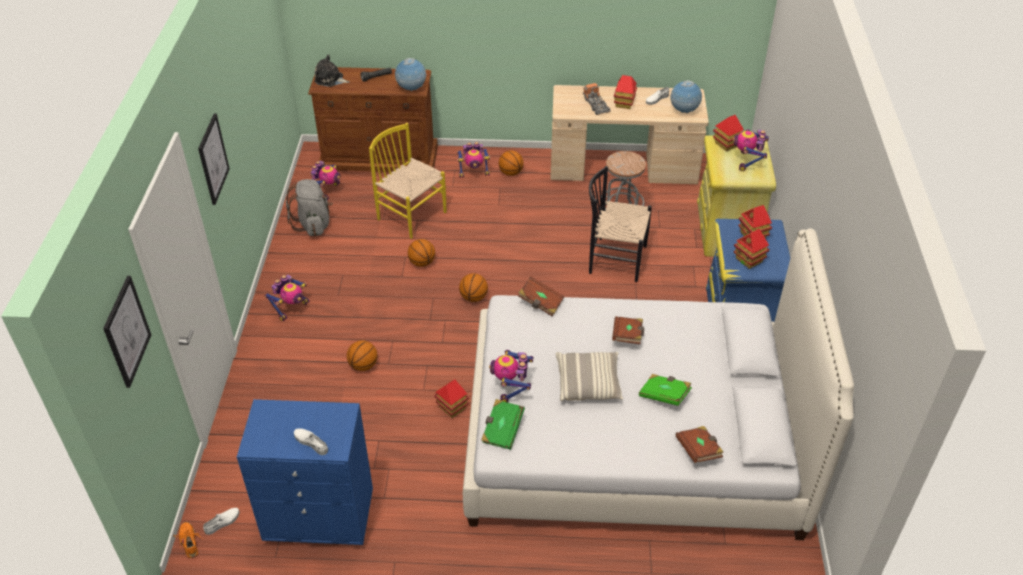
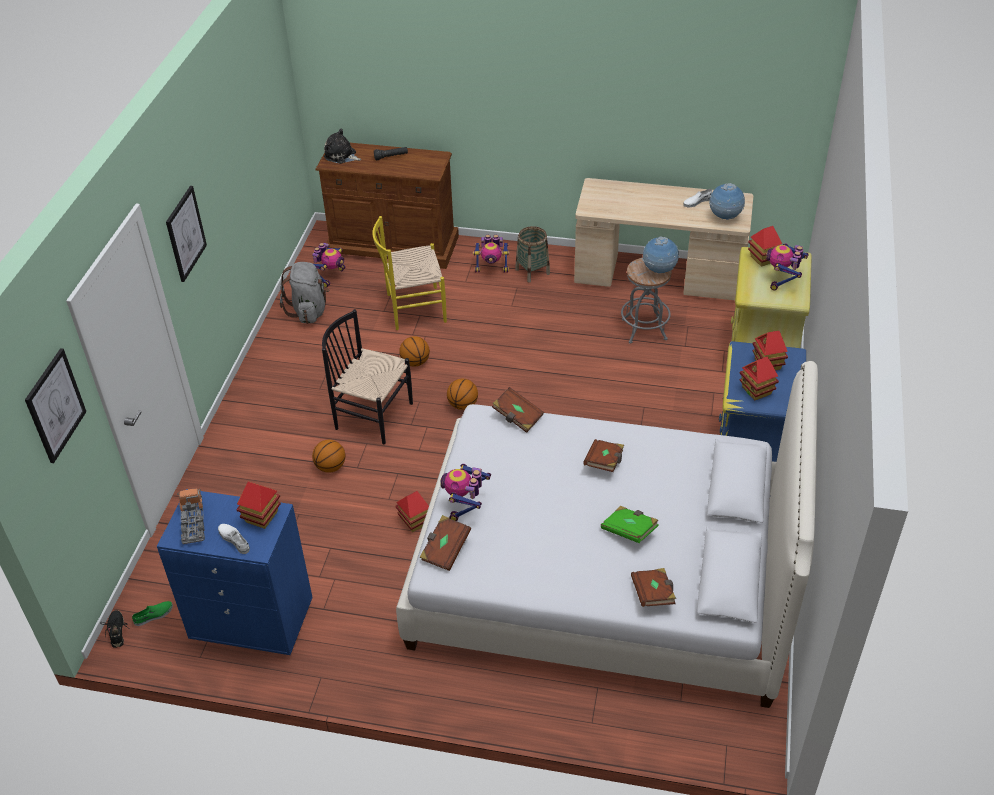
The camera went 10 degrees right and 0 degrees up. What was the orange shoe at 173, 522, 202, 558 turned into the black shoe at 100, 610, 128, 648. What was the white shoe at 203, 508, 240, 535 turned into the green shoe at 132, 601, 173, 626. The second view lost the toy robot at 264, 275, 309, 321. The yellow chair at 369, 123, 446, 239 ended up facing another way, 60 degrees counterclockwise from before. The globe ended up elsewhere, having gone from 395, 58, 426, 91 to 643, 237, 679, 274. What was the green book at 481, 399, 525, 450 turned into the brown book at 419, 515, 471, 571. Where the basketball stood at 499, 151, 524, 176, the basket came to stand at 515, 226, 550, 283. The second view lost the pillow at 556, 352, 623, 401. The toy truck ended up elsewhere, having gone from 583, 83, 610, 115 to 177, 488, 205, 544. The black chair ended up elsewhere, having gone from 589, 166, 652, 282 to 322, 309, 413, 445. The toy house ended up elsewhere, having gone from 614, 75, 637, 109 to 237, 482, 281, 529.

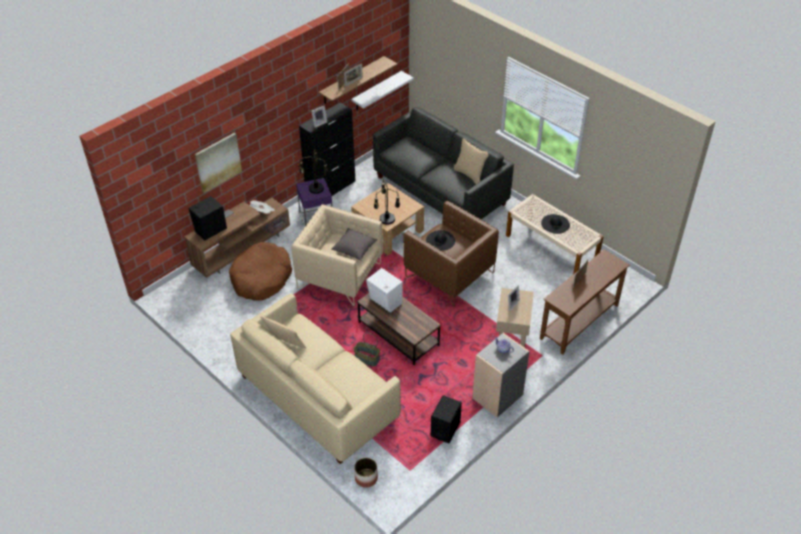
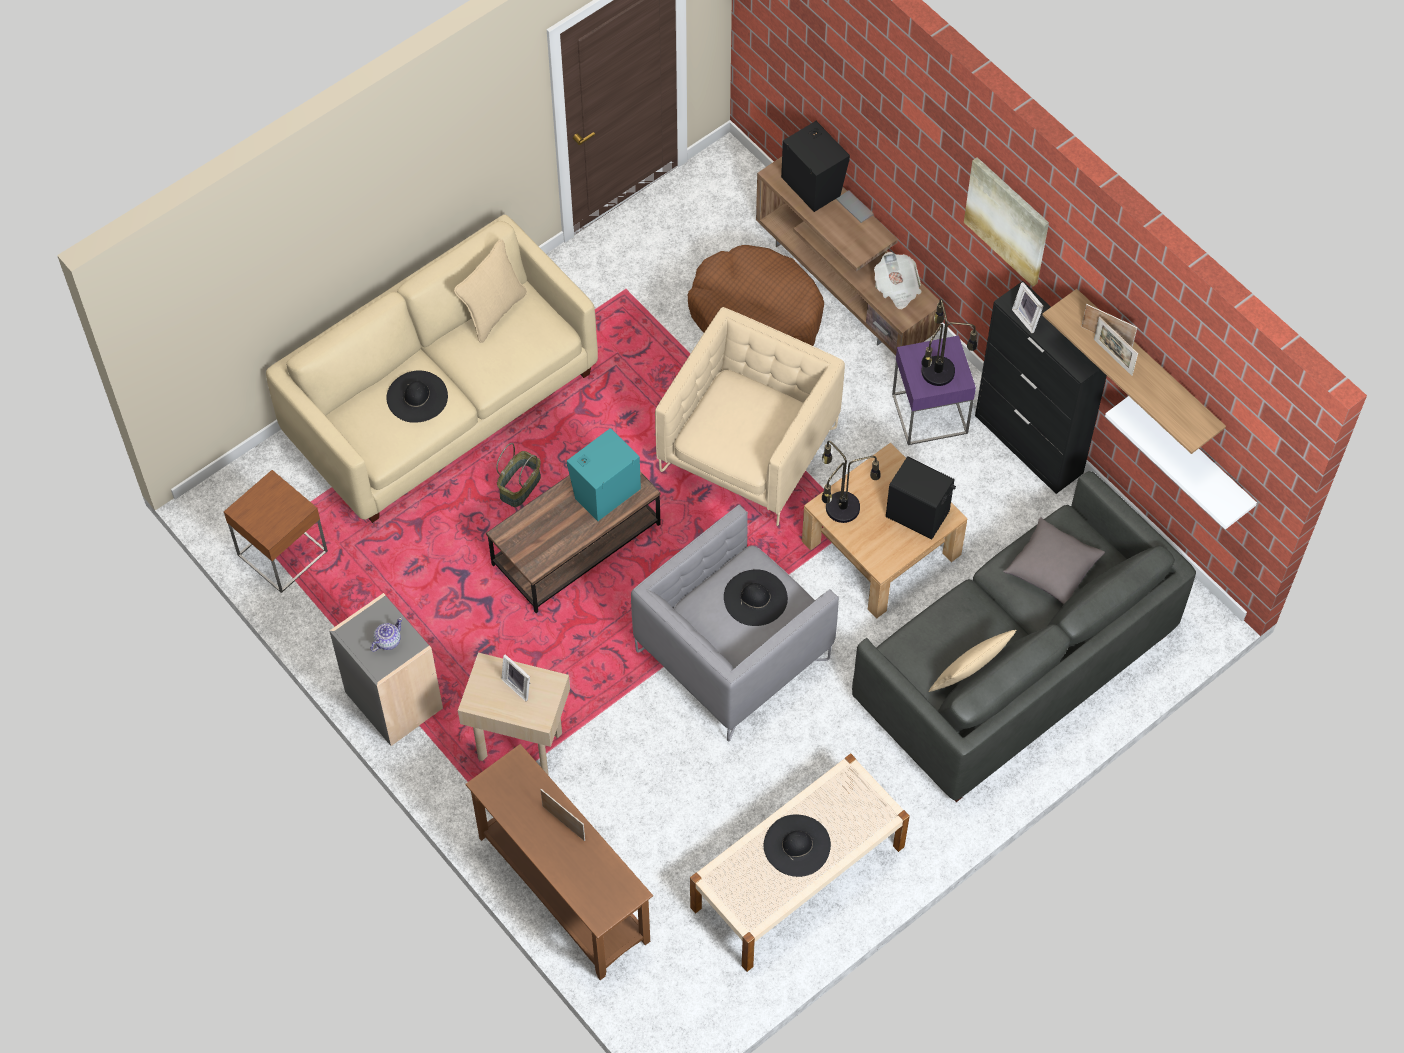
The camera went 95 degrees right and 15 degrees up. The picture ended up elsewhere, having gone from 195, 133, 242, 193 to 964, 157, 1049, 286. The grey pillow ended up elsewhere, having gone from 331, 228, 377, 261 to 1003, 517, 1105, 604. The second view lost the planter at 354, 457, 378, 488. What was the white speaker at 366, 268, 403, 313 turned into the turquoise speaker at 567, 428, 641, 521. What was the brown armchair at 403, 200, 499, 307 turned into the grey armchair at 631, 504, 839, 741. The black speaker ended up elsewhere, having gone from 431, 395, 462, 443 to 886, 457, 956, 540. The second view gained the brown side table at 224, 470, 328, 593. The second view gained the black hat at 386, 370, 448, 423.

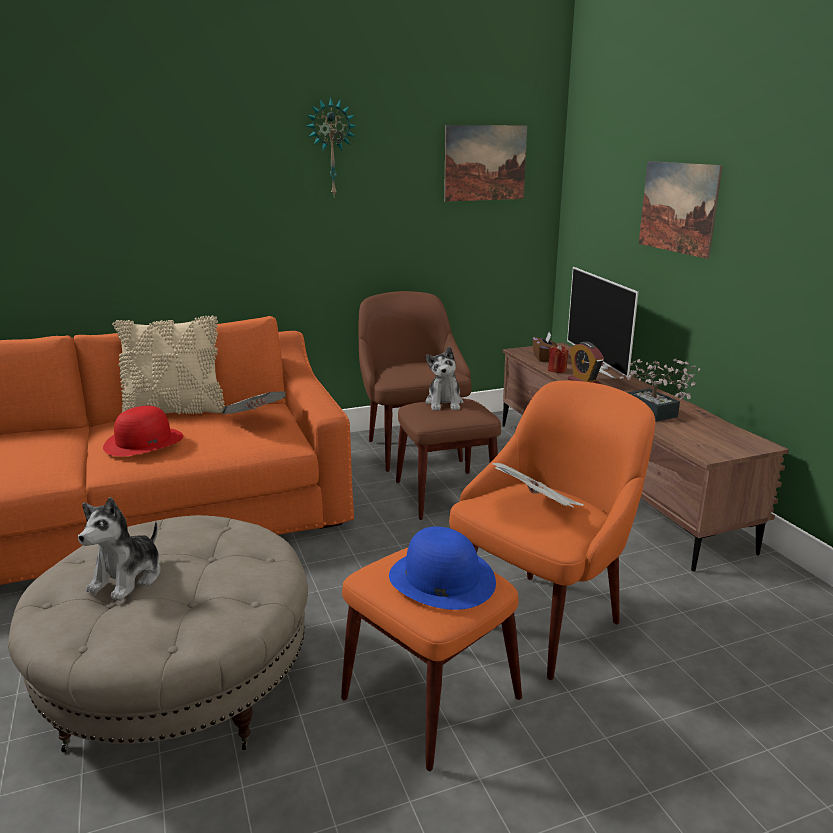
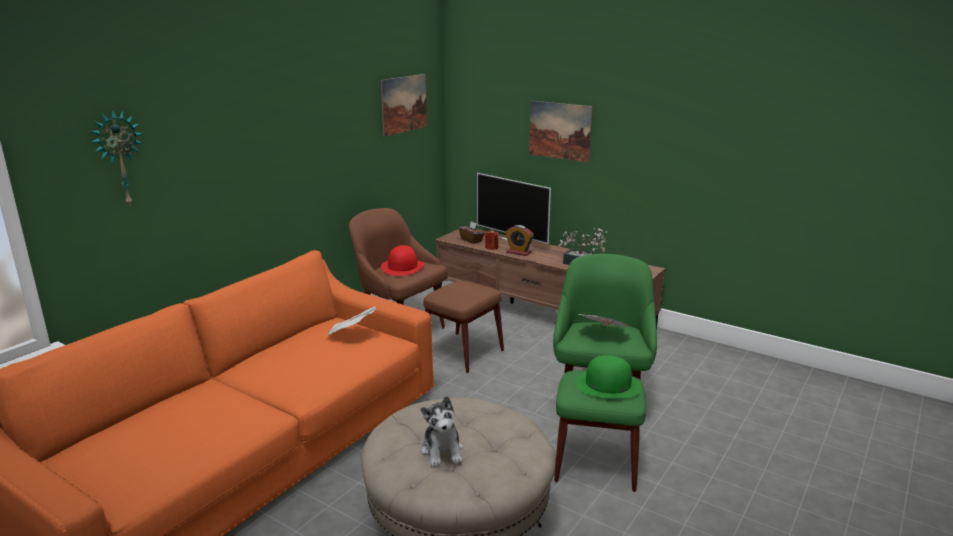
The camera went 35 degrees left and 0 degrees up. The red hat ended up elsewhere, having gone from 103, 406, 183, 456 to 381, 245, 424, 276. The second view lost the beige pillow at 112, 315, 225, 414. The wall clock ended up elsewhere, having gone from 306, 97, 356, 198 to 91, 110, 143, 206. What was the orange armchair at 341, 380, 655, 771 turned into the green armchair at 553, 254, 657, 492. What was the blue hat at 389, 526, 496, 610 turned into the green hat at 576, 355, 641, 398. The second view lost the plush toy at 425, 346, 463, 410.

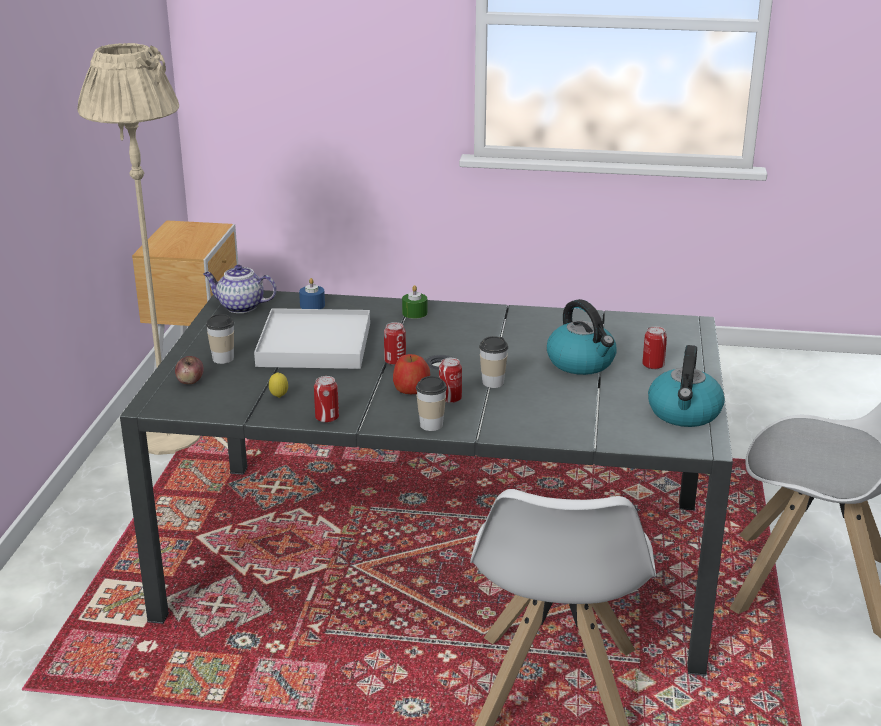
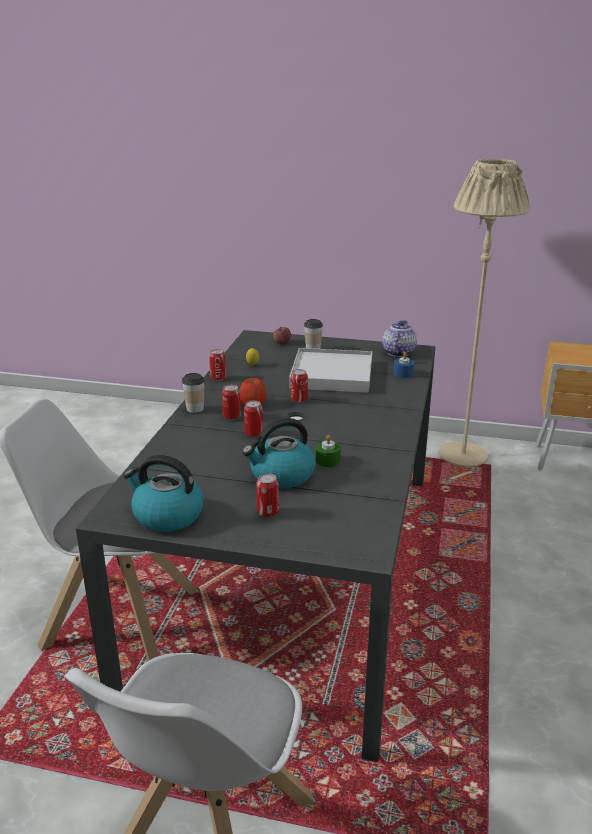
The camera went 95 degrees right and 0 degrees up. The green candle ended up elsewhere, having gone from 402, 285, 427, 319 to 316, 435, 341, 468. Where the cup stood at 479, 336, 508, 388, the can came to stand at 244, 400, 263, 437.

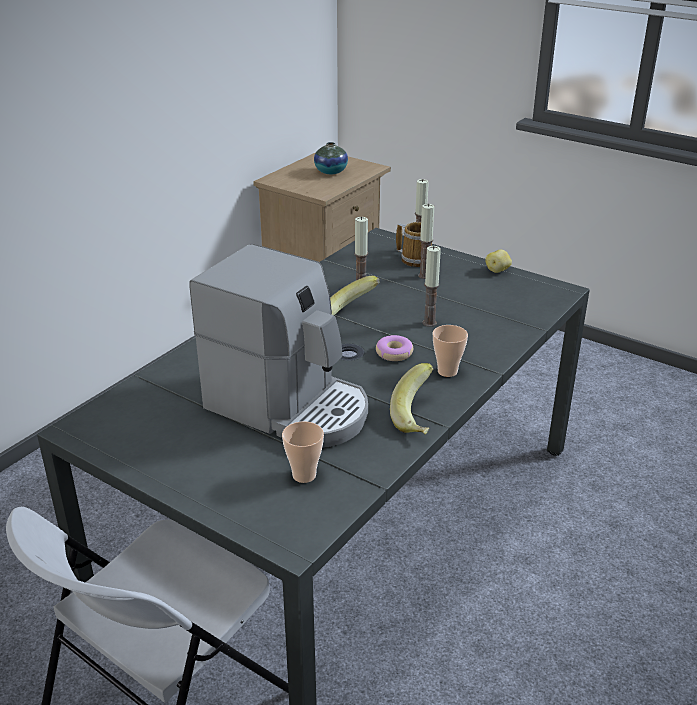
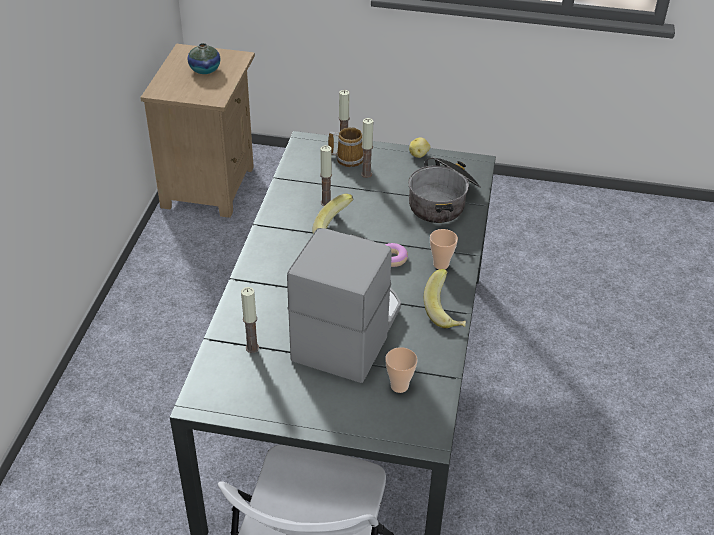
The camera went 25 degrees left and 10 degrees up. The coffee machine at 189, 244, 368, 448 ended up facing another way, 75 degrees counterclockwise from before. The candle ended up elsewhere, having gone from 423, 246, 441, 327 to 241, 287, 259, 353. The second view gained the cooking pot at 408, 157, 481, 223.

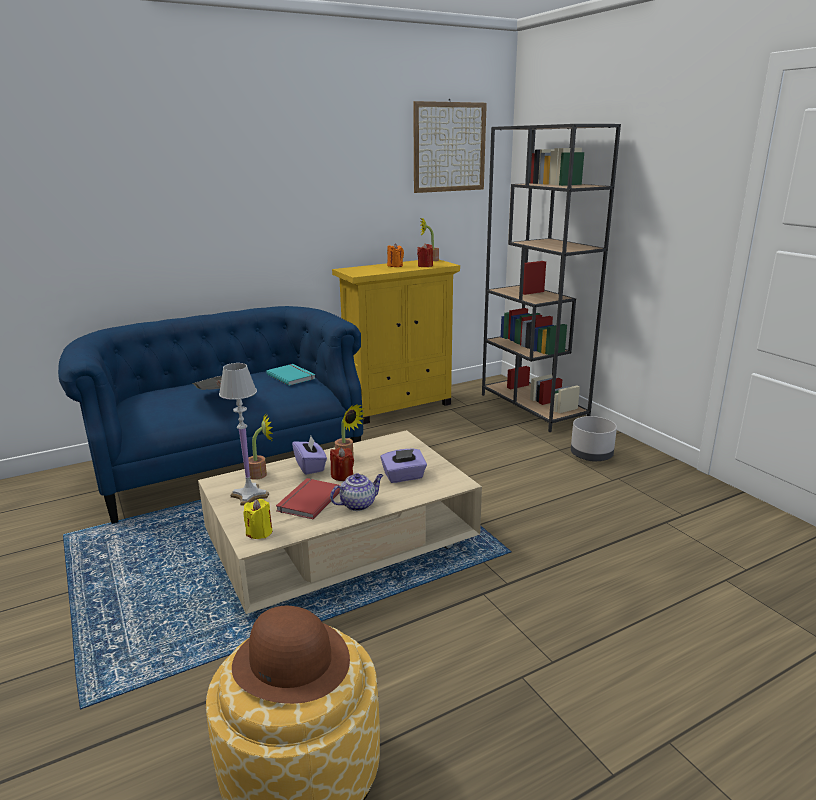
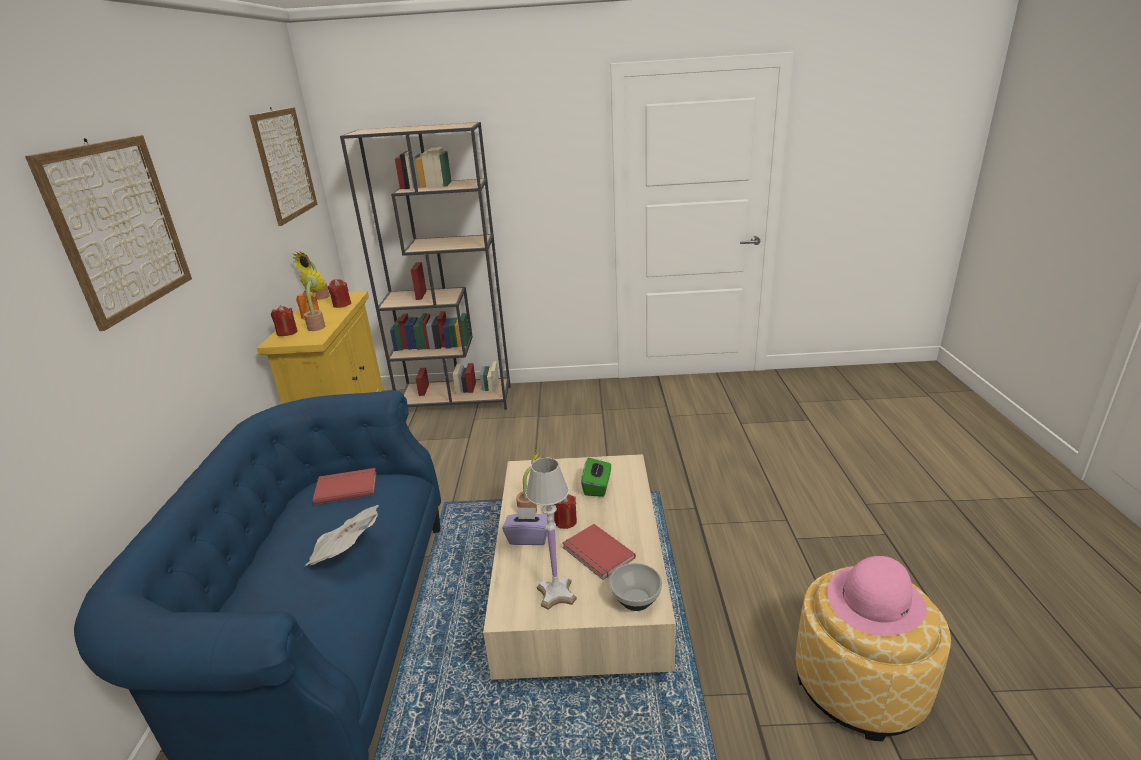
The camera went 60 degrees left and 5 degrees up. What was the brown hat at 232, 606, 350, 704 turned into the pink hat at 828, 556, 927, 636. Where the yellow candle stood at 243, 499, 272, 539, the bowl came to stand at 609, 563, 662, 611. The potted plant ended up elsewhere, having gone from 248, 413, 273, 480 to 300, 268, 326, 331. What was the turquoise book at 266, 364, 316, 386 turned into the red book at 313, 468, 377, 505. The second view lost the teapot at 330, 473, 383, 511. What was the purple tissue box at 381, 449, 427, 483 turned into the green tissue box at 581, 458, 611, 497. The second view lost the grey planter at 571, 416, 617, 461. The second view gained the picture at 25, 135, 192, 331. The second view gained the red candle at 271, 305, 298, 336.

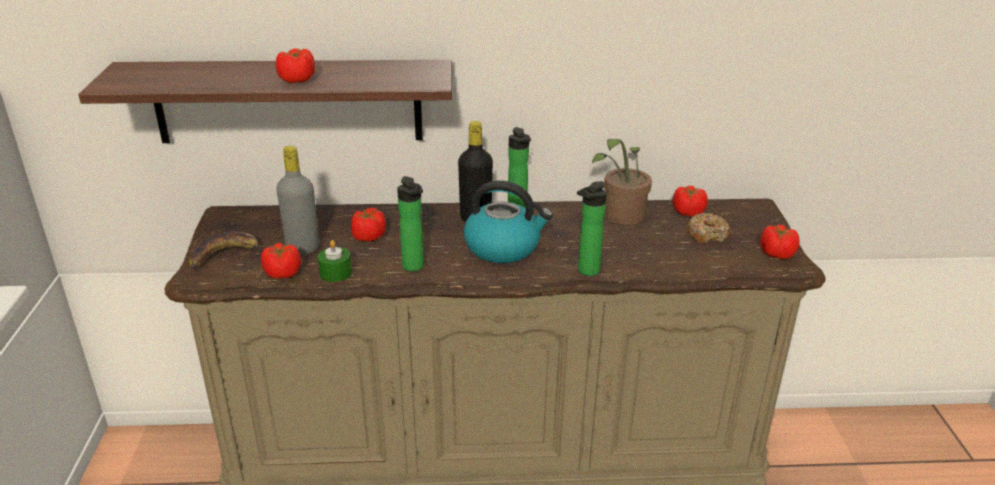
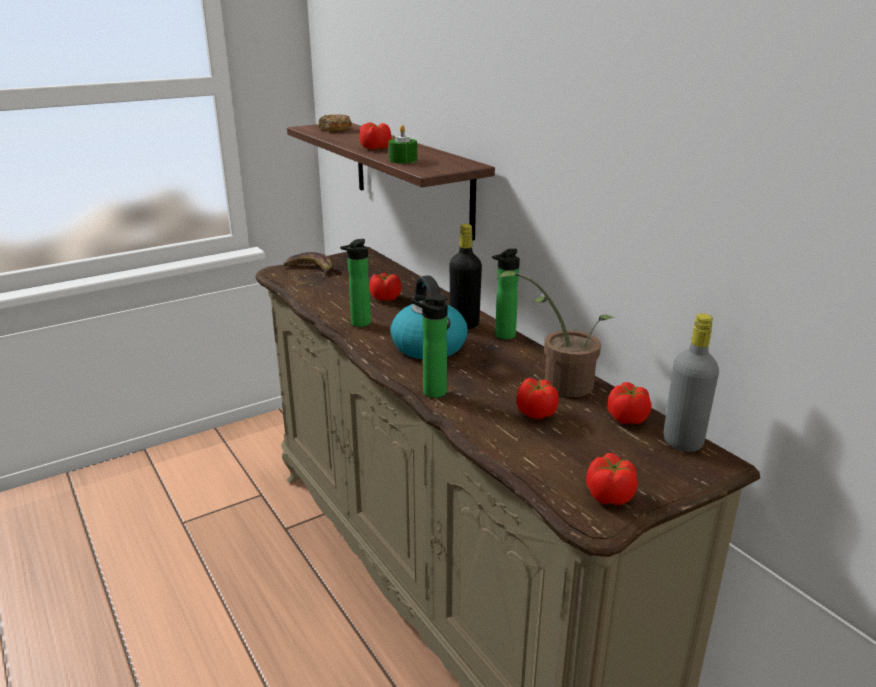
The camera went 60 degrees right and 5 degrees down. The tomato ended up elsewhere, having gone from 261, 243, 301, 279 to 517, 378, 559, 419. The grey bottle ended up elsewhere, having gone from 276, 146, 319, 255 to 664, 313, 719, 452. The green candle ended up elsewhere, having gone from 318, 240, 352, 282 to 388, 125, 417, 163. The donut ended up elsewhere, having gone from 686, 213, 730, 244 to 319, 114, 352, 132.

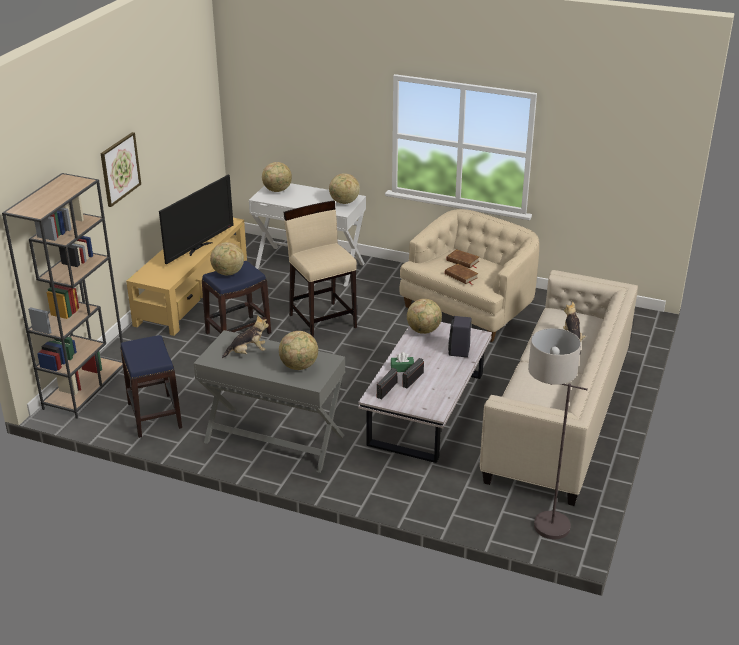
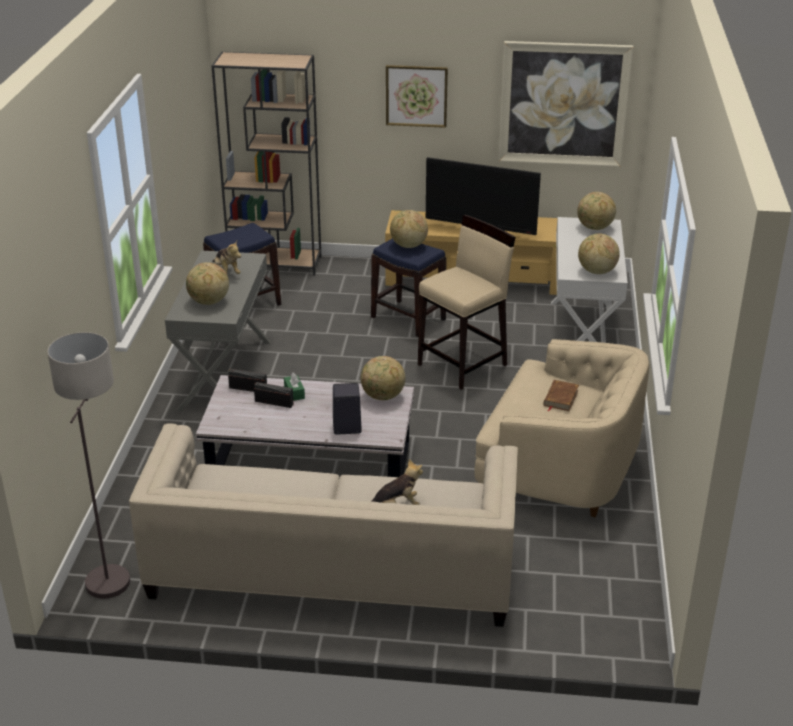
The camera went 75 degrees right and 0 degrees up. The second view lost the brown book at 445, 263, 479, 285. The second view gained the picture at 498, 41, 633, 167.

